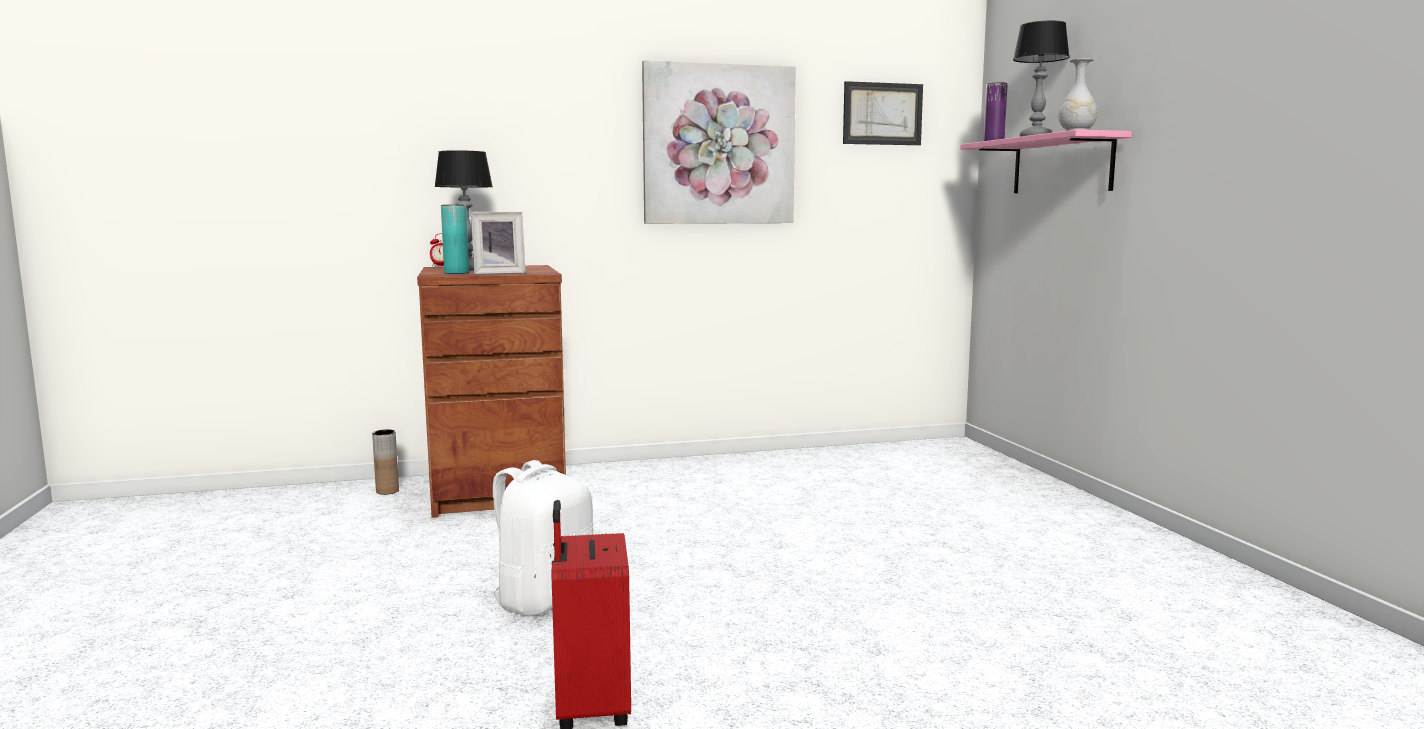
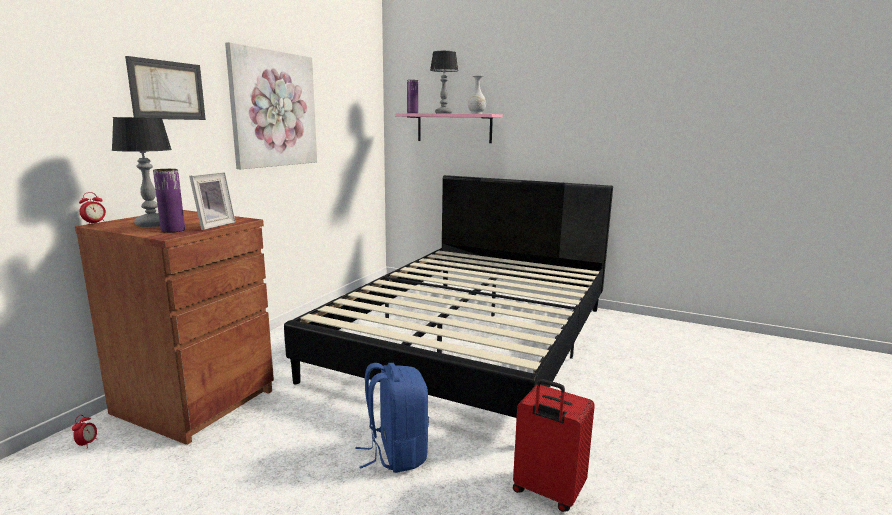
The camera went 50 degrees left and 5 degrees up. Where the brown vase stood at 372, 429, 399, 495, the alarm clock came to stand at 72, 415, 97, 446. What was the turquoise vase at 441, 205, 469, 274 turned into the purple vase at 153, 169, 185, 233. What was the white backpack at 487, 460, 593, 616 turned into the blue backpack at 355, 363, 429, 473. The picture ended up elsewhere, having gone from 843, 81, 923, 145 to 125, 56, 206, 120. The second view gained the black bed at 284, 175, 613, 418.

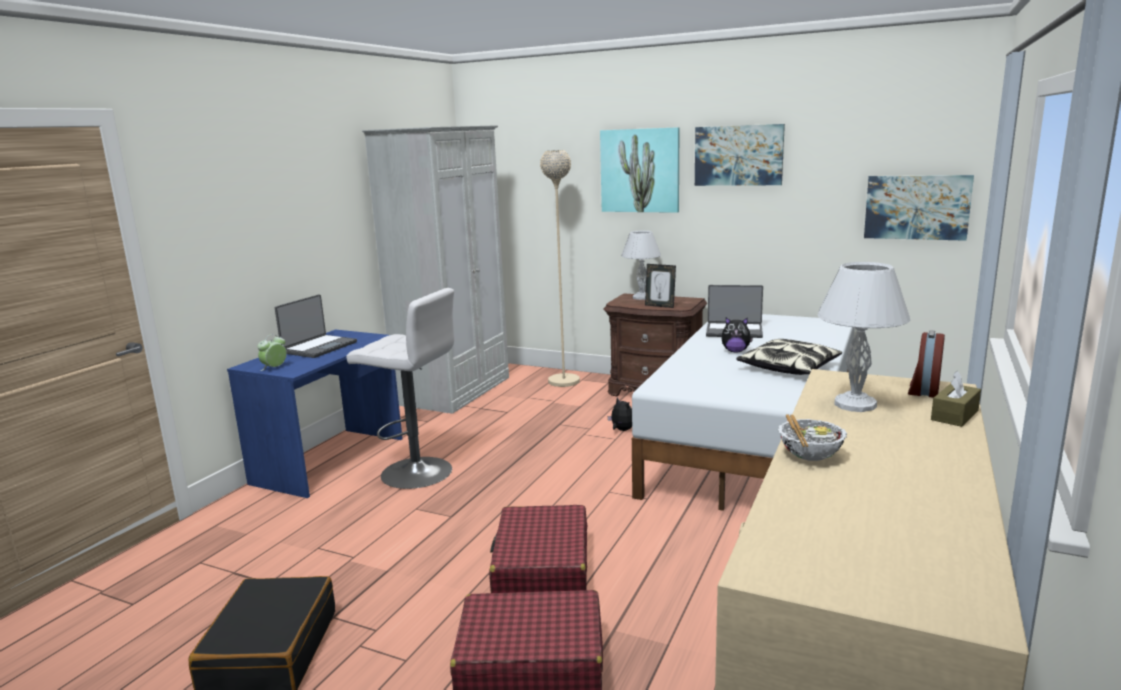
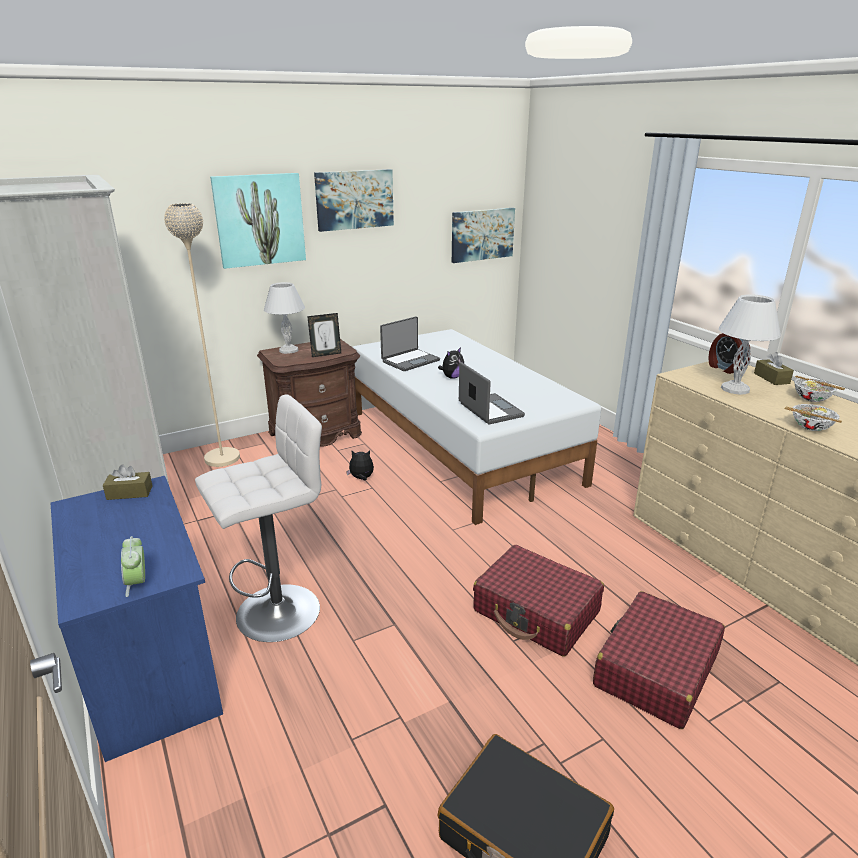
The camera went 55 degrees left and 10 degrees up. The laptop ended up elsewhere, having gone from 275, 294, 357, 358 to 459, 362, 525, 424. The second view lost the pillow at 736, 339, 842, 375. The second view gained the brown tissue box at 103, 464, 153, 500. The second view gained the bowl at 794, 375, 845, 402.

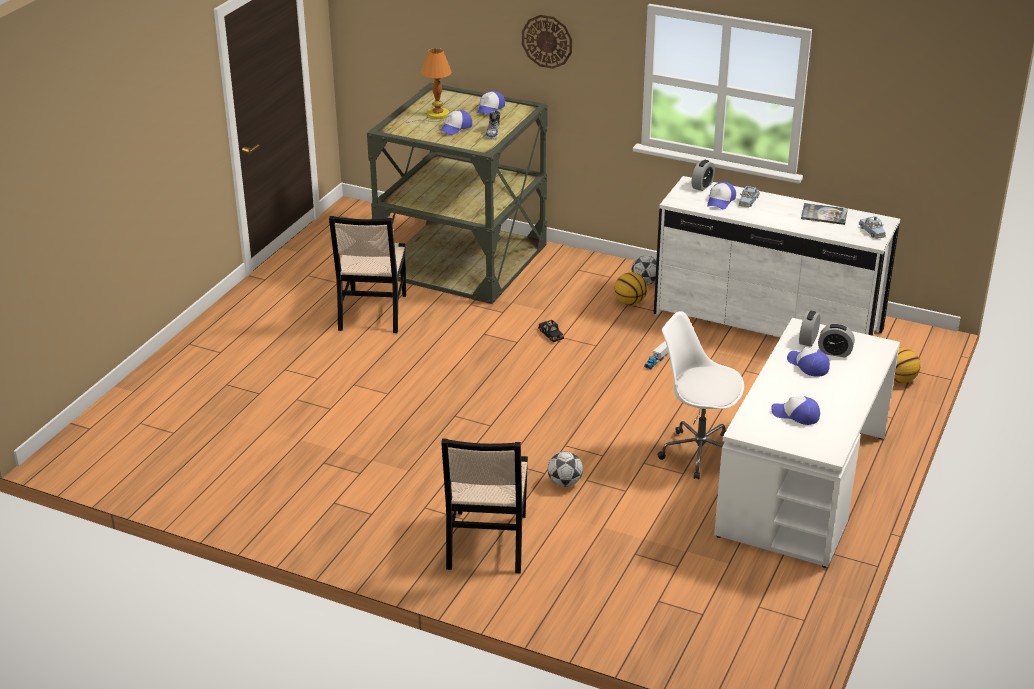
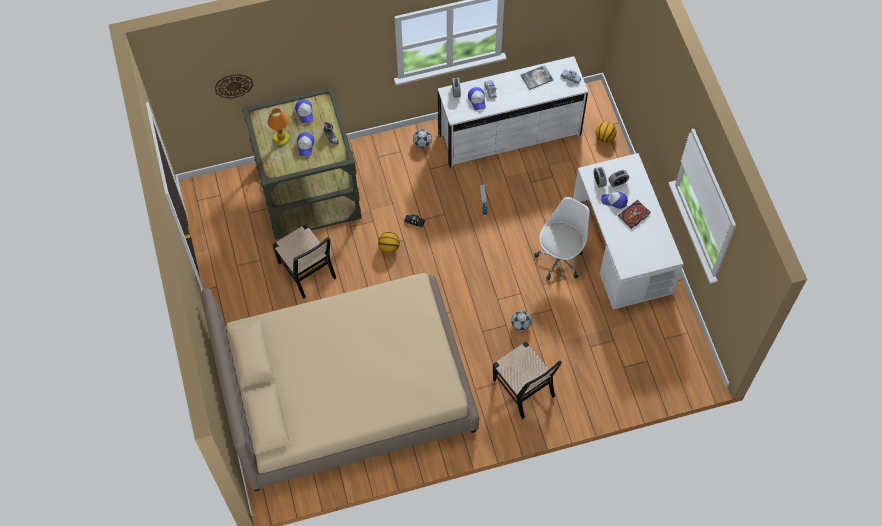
The camera went 40 degrees left and 30 degrees up. The wall clock ended up elsewhere, having gone from 522, 15, 572, 69 to 214, 74, 253, 99. The basketball ended up elsewhere, having gone from 614, 272, 647, 305 to 378, 232, 400, 254. The white office chair at 657, 311, 744, 479 ended up facing another way, 135 degrees clockwise from before. The second view lost the cap at 772, 396, 820, 425. The second view gained the beige bed at 201, 273, 479, 491. The second view gained the book at 618, 200, 650, 229.

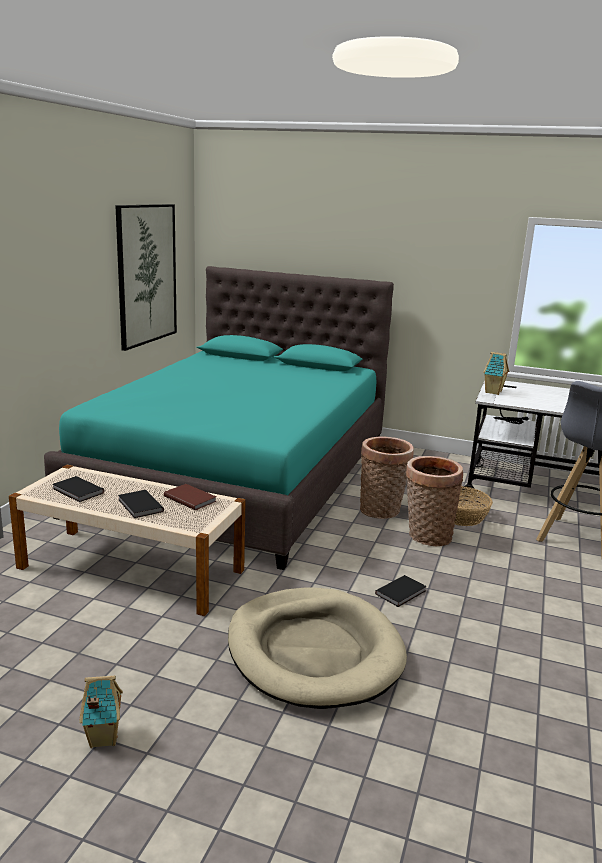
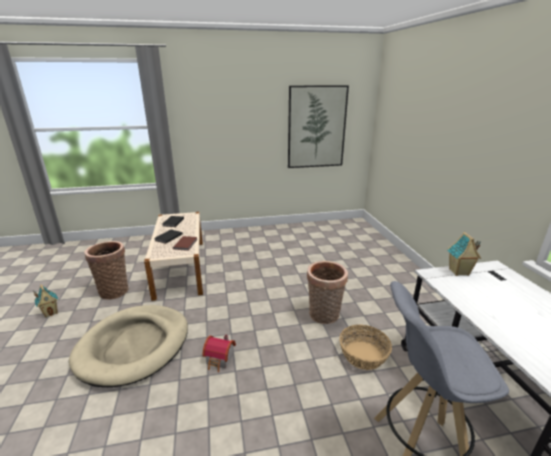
The camera went 60 degrees right and 5 degrees up. The second view lost the turquoise bed at 44, 266, 394, 570. Where the black book stood at 375, 575, 427, 607, the toy house came to stand at 202, 334, 236, 372. The basket ended up elsewhere, having gone from 406, 456, 463, 547 to 84, 241, 129, 300.

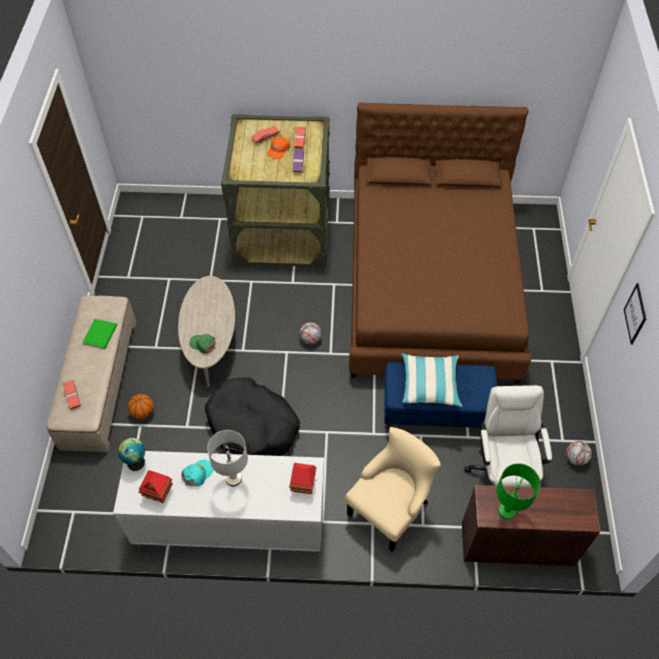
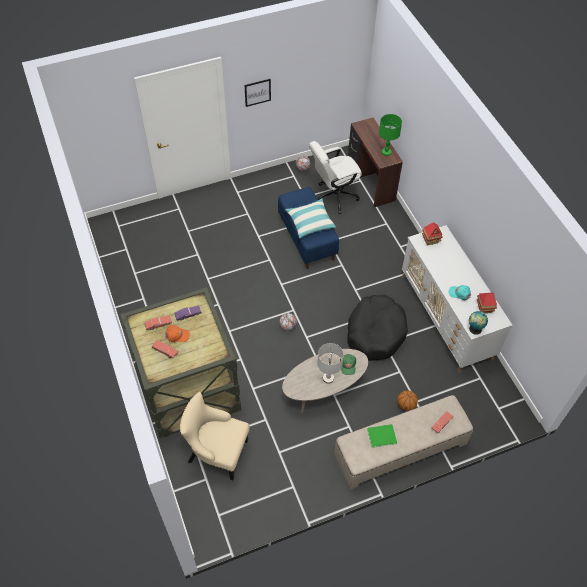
The camera went 115 degrees left and 0 degrees up. The grey table lamp ended up elsewhere, having gone from 207, 430, 248, 486 to 317, 343, 344, 384. The beige chair ended up elsewhere, having gone from 345, 427, 441, 552 to 180, 392, 250, 480. The second view lost the brown bed at 349, 102, 532, 384.

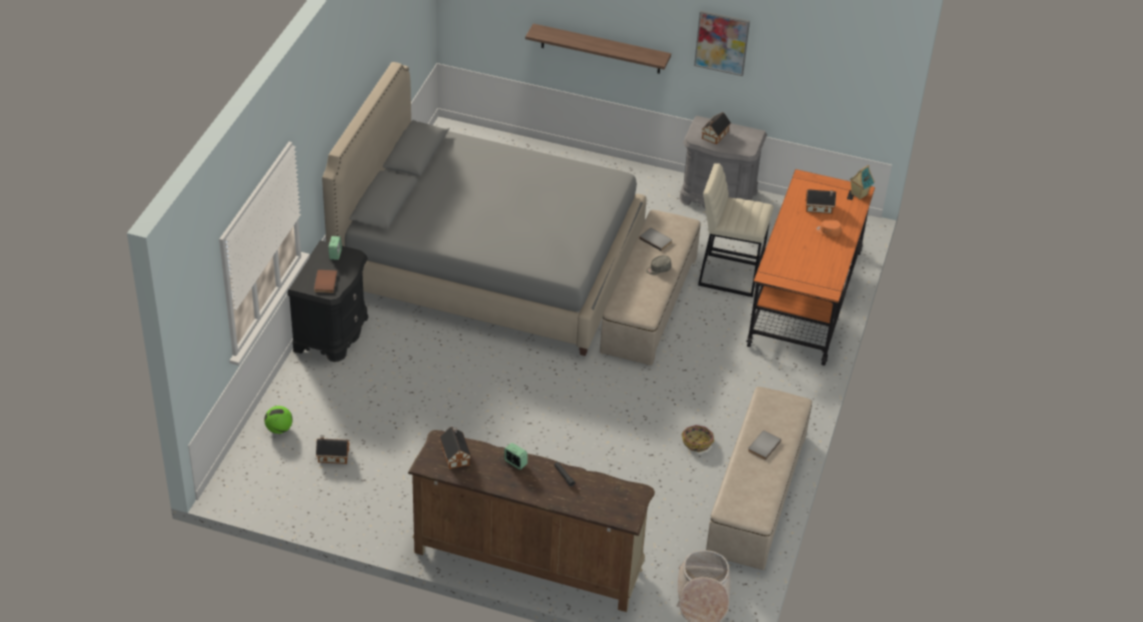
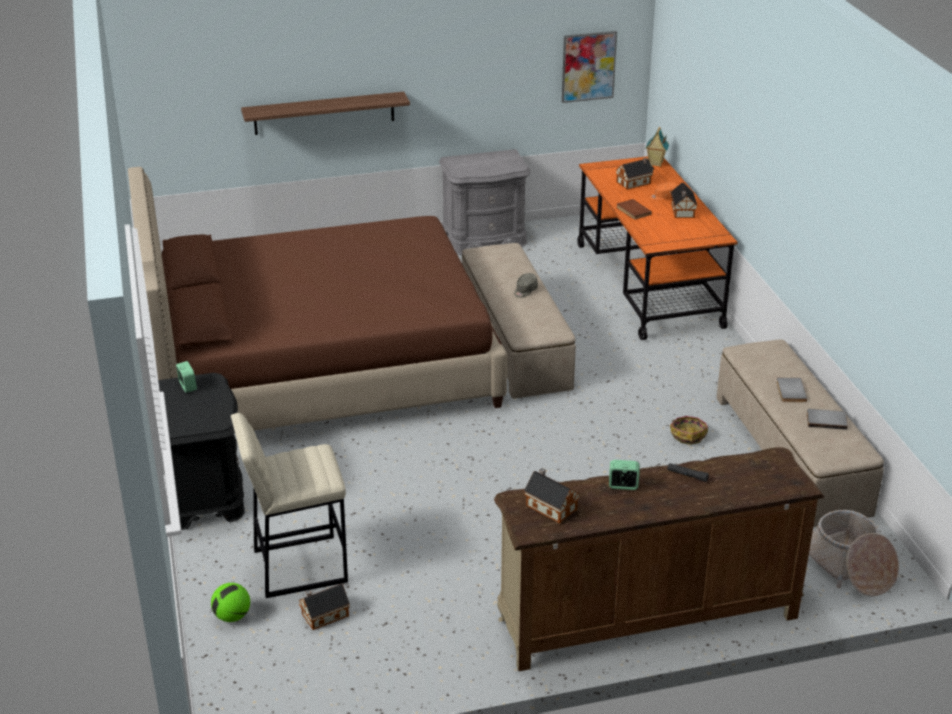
The camera went 30 degrees left and 10 degrees down. The brown book ended up elsewhere, having gone from 314, 270, 337, 293 to 616, 199, 652, 219. What was the grey bed at 322, 62, 647, 356 turned into the brown bed at 128, 167, 507, 430. The grey book ended up elsewhere, having gone from 639, 228, 672, 251 to 807, 409, 848, 430. The picture ended up elsewhere, having gone from 694, 10, 750, 76 to 562, 31, 617, 103. The beige stool ended up elsewhere, having gone from 698, 163, 773, 297 to 231, 413, 348, 598. The toy house ended up elsewhere, having gone from 701, 112, 731, 144 to 670, 183, 698, 218.

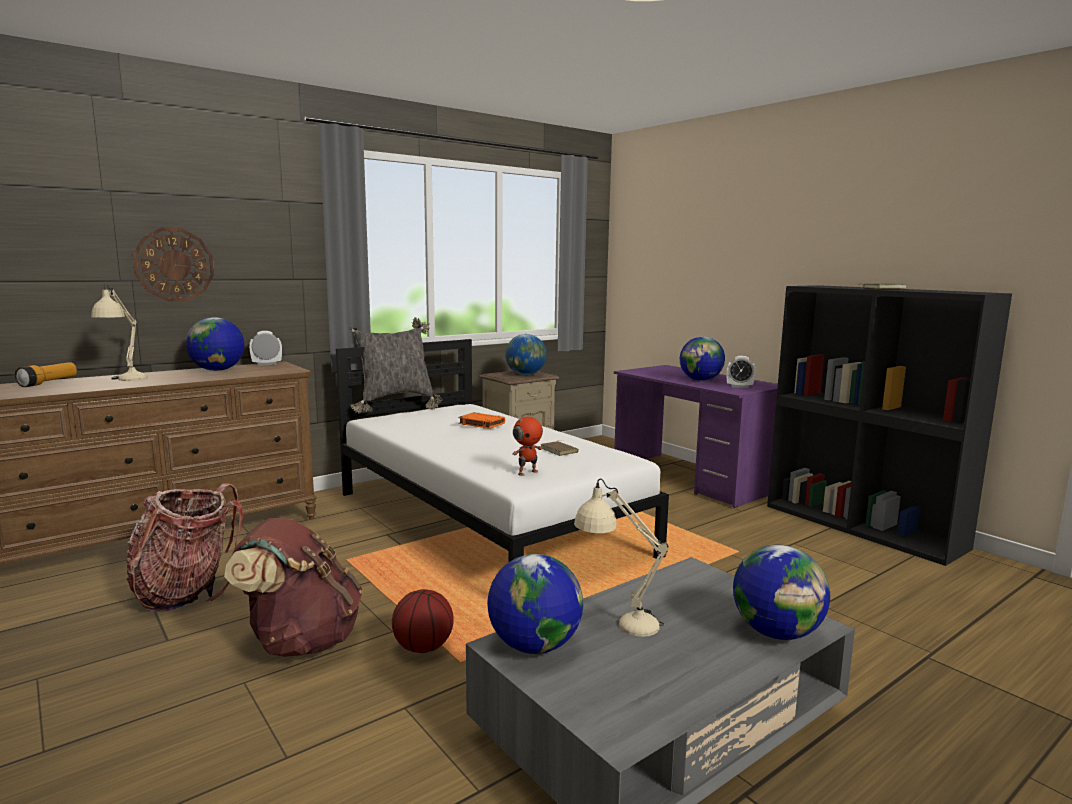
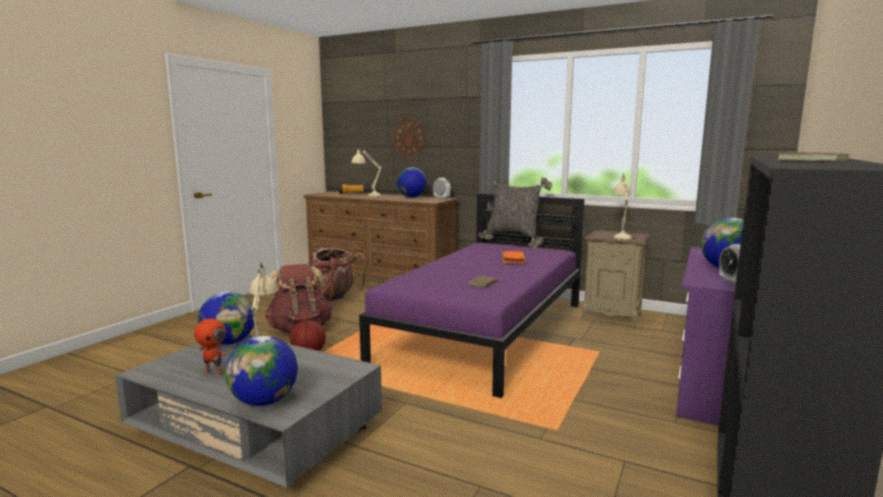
The camera went 65 degrees right and 0 degrees up. What was the white bed at 336, 339, 669, 563 turned into the purple bed at 359, 193, 585, 398. Where the globe stood at 505, 334, 547, 375, the beige table lamp came to stand at 613, 173, 636, 240. The toy robot ended up elsewhere, having gone from 512, 415, 543, 476 to 195, 312, 226, 376.

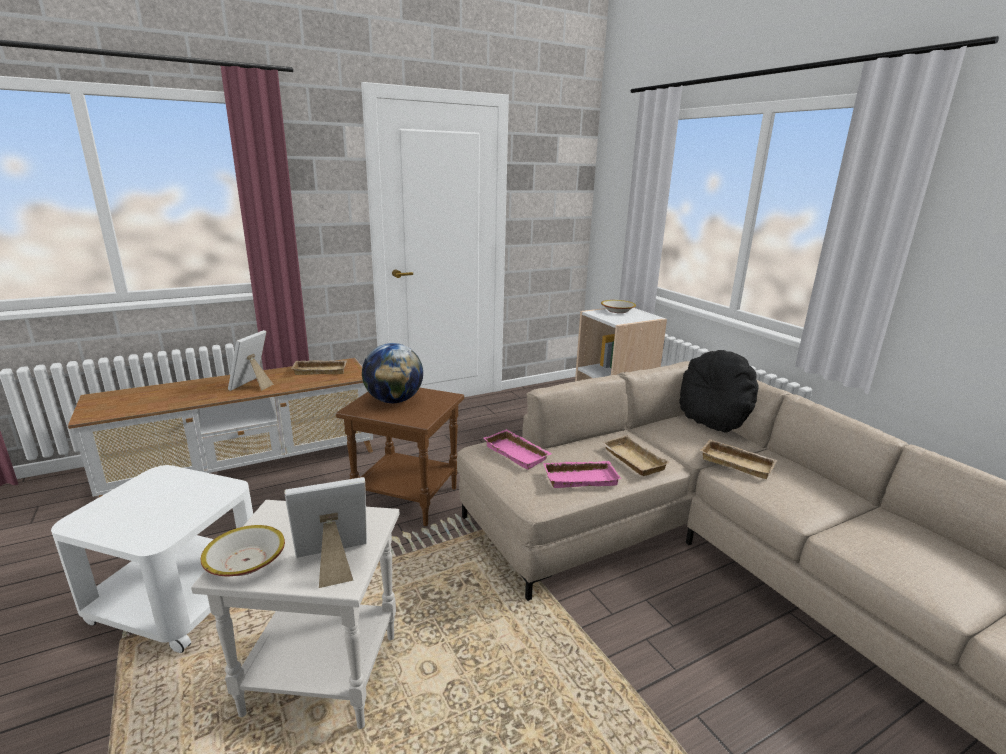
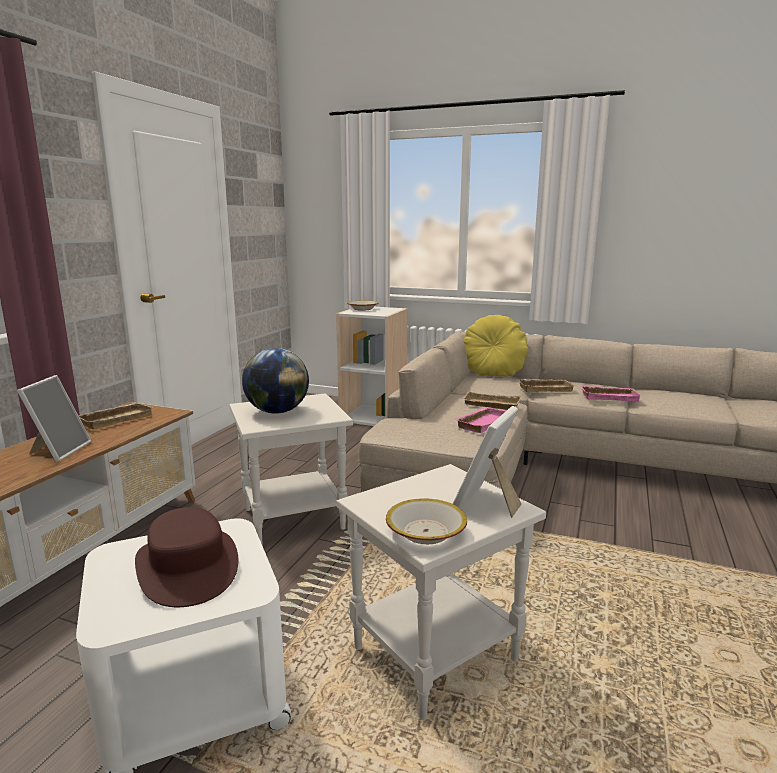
The camera went 40 degrees left and 5 degrees down. The picture frame at 228, 330, 273, 391 ended up facing another way, 150 degrees counterclockwise from before. What was the brown side table at 336, 388, 464, 526 turned into the white side table at 229, 393, 353, 544. The pink tray ended up elsewhere, having gone from 484, 429, 552, 470 to 581, 386, 642, 401. What was the black pillow at 679, 350, 759, 433 turned into the yellow pillow at 464, 315, 528, 377. The second view gained the brown hat at 135, 507, 238, 607.

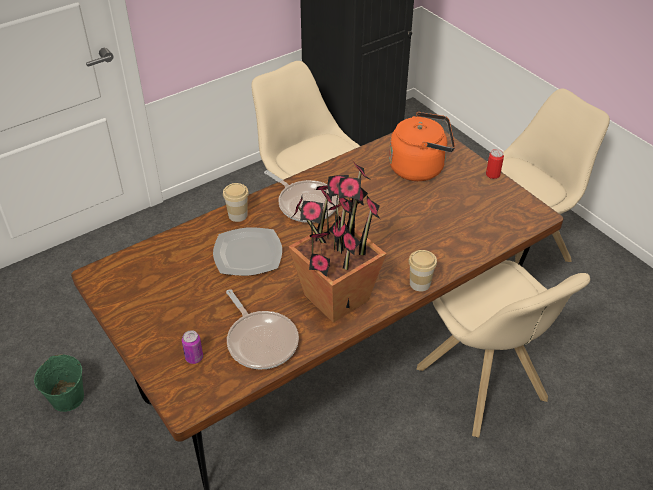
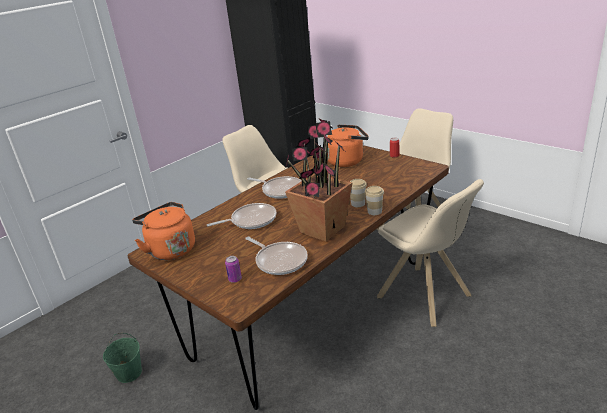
The camera went 10 degrees left and 15 degrees down. Where the plate stood at 213, 227, 282, 276, the frying pan came to stand at 207, 203, 276, 229. The cup ended up elsewhere, having gone from 223, 183, 249, 222 to 350, 179, 367, 207. The second view gained the orange kettle at 132, 202, 195, 260.

